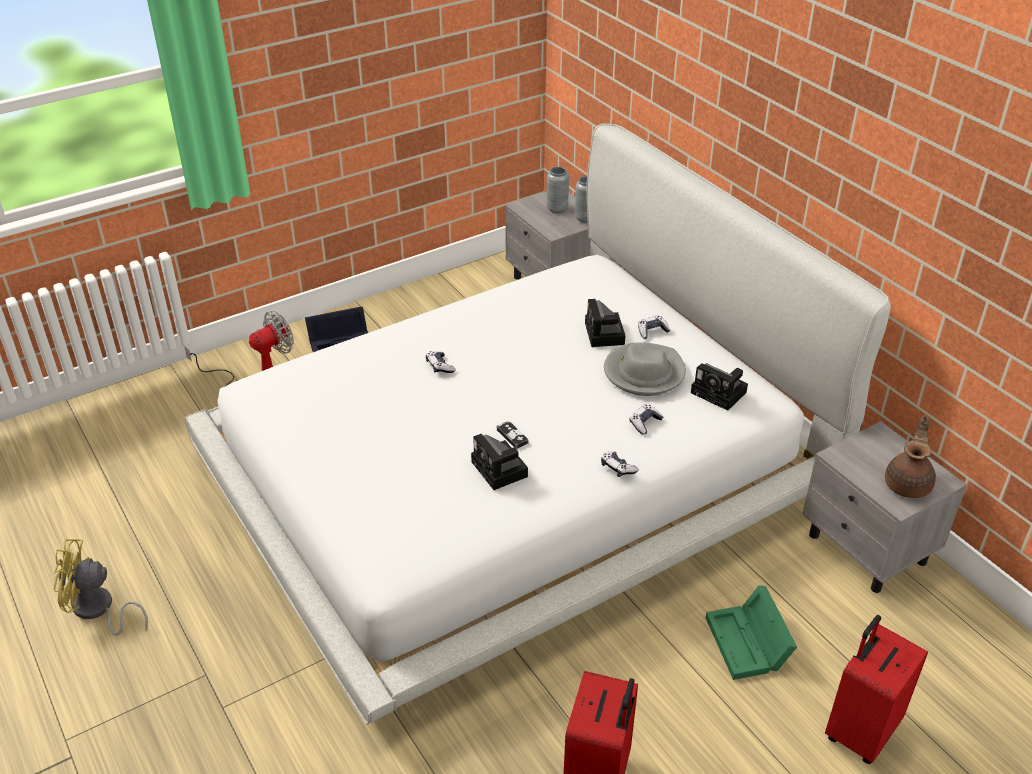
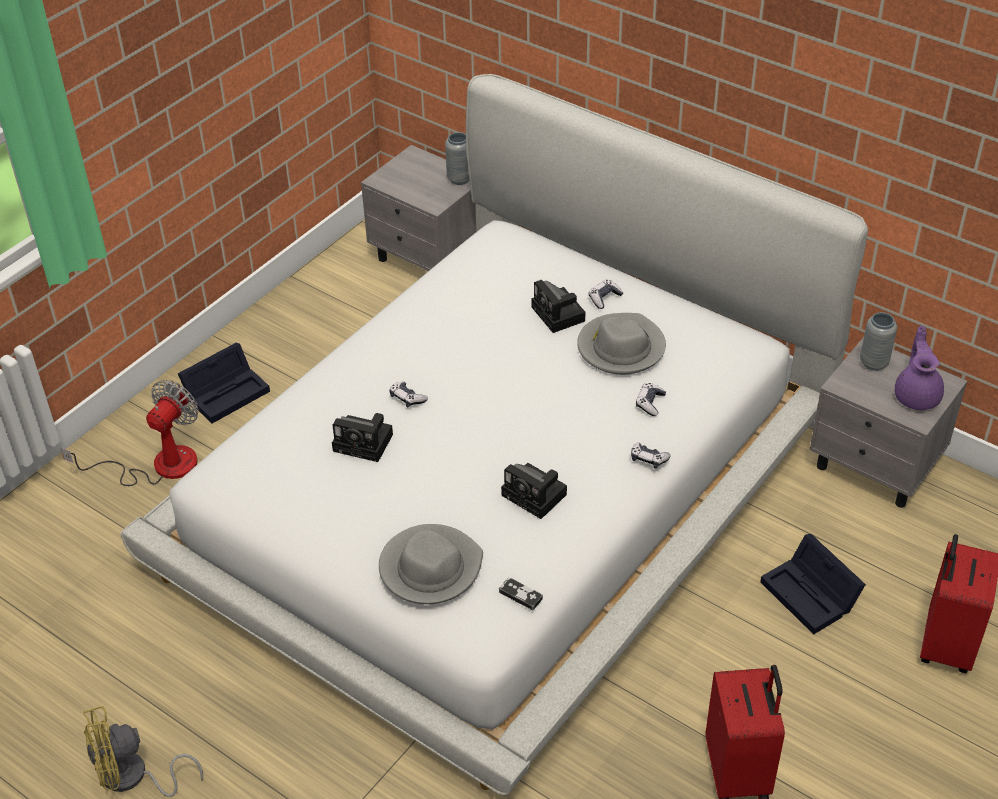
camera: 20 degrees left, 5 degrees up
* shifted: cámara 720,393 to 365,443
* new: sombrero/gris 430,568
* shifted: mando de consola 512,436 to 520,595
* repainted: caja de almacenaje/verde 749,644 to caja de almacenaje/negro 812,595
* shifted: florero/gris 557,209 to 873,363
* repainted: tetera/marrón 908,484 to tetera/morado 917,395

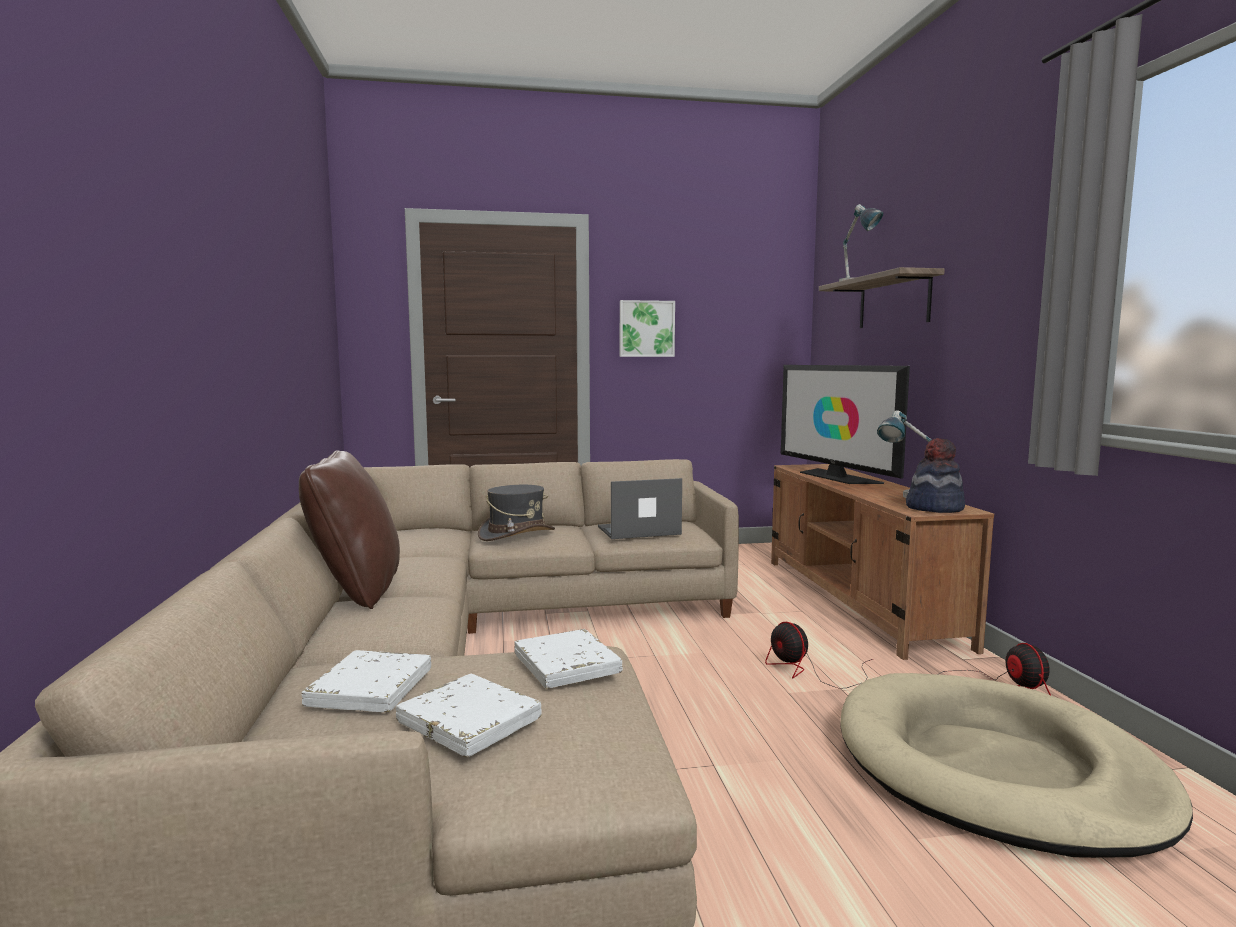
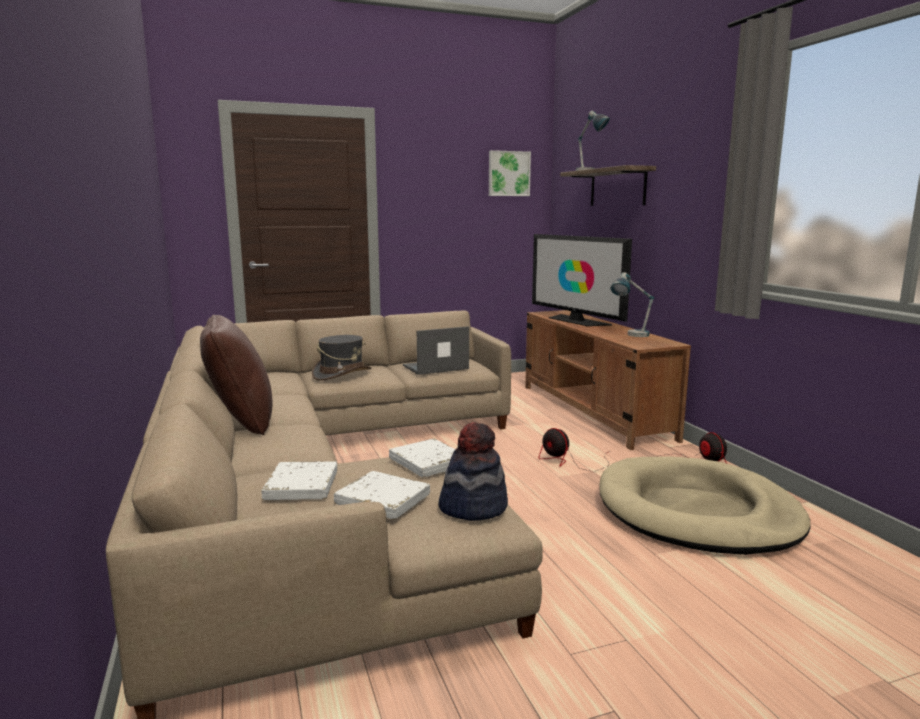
camera: 10 degrees left, 5 degrees up
* shifted: sombrero 934,508 to 473,507
* shifted: cuadro 646,329 to 508,173

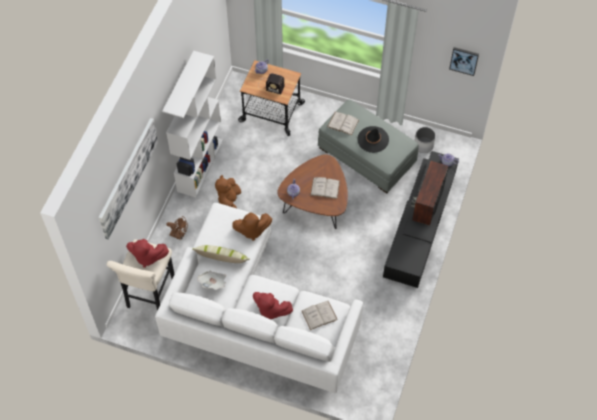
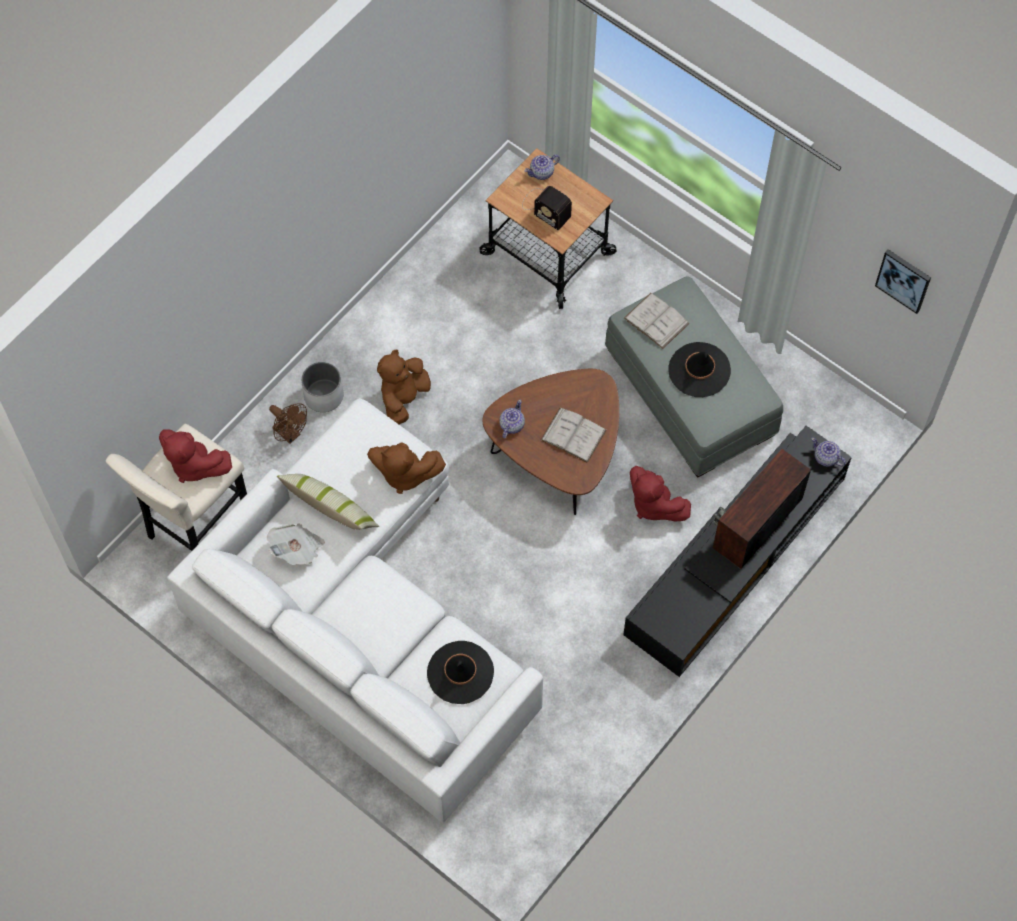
camera: 20 degrees right, 5 degrees up
* shifted: maceta/blanco 423,145 to 323,396
* swapped: libro/blanco 319,315 to sombrero/negro 460,672
* shifted: peluche/rojo 270,310 to 653,504
* gone: cuadro 128,177
* gone: estantería/blanco 200,165

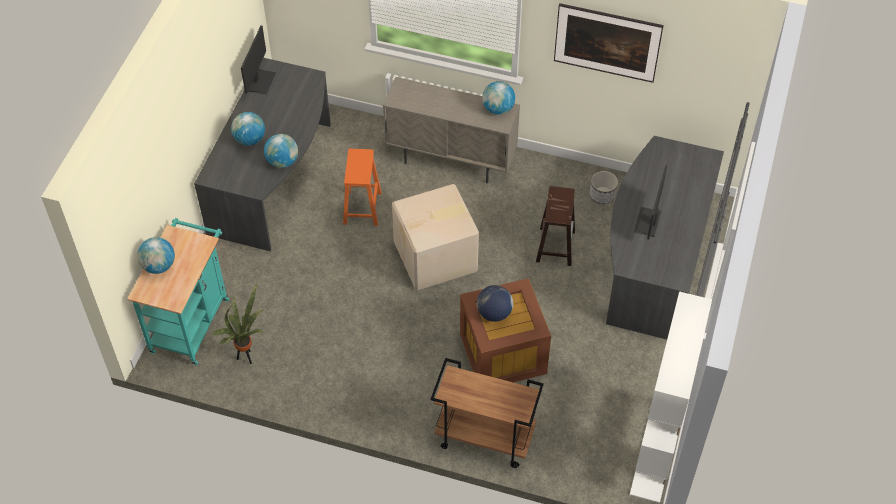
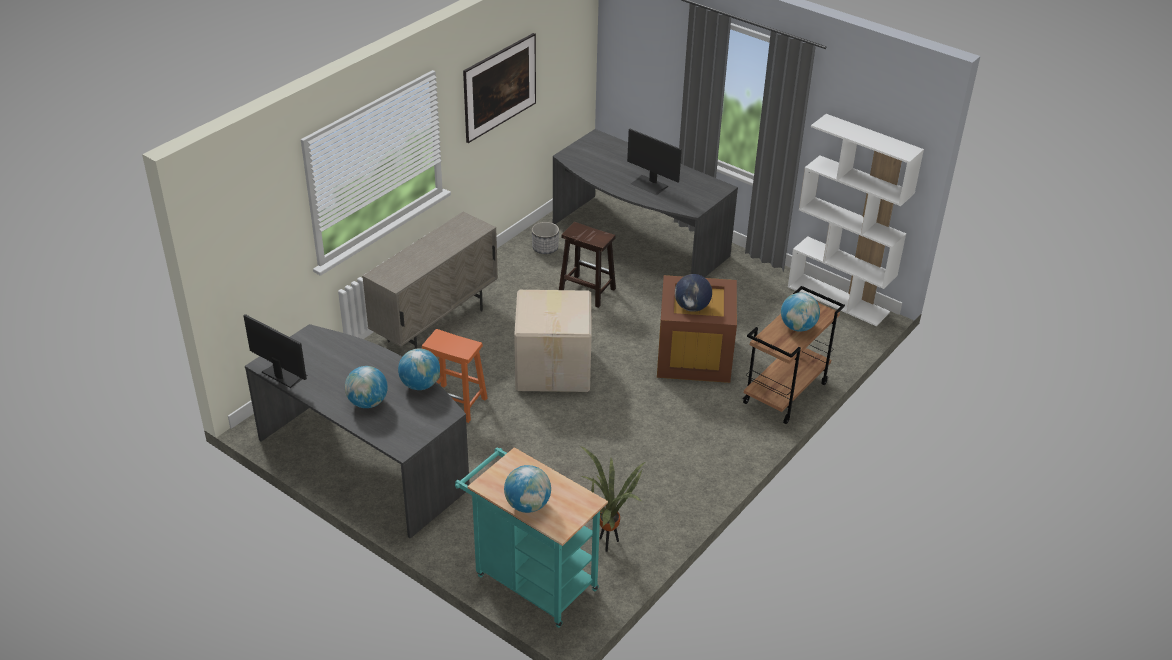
camera: 70 degrees left, 15 degrees down
* shifted: globo terráqueo 498,109 to 798,327

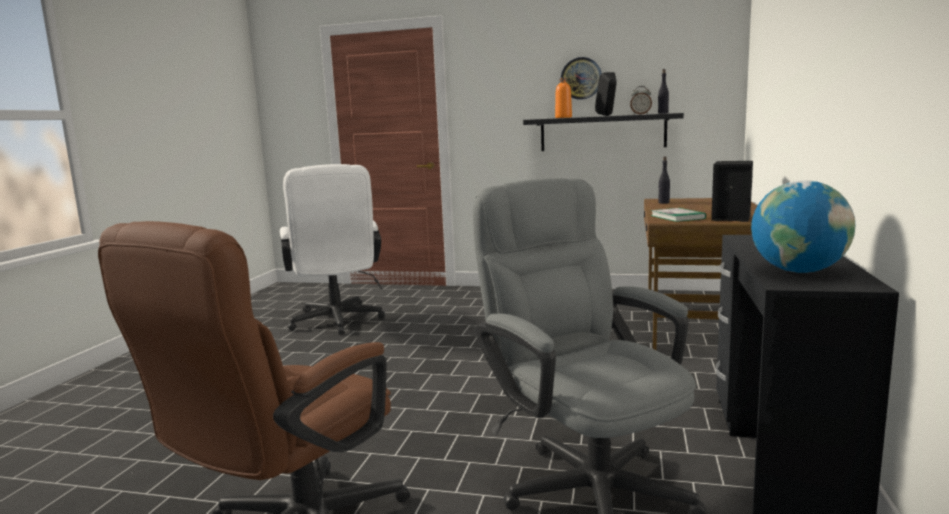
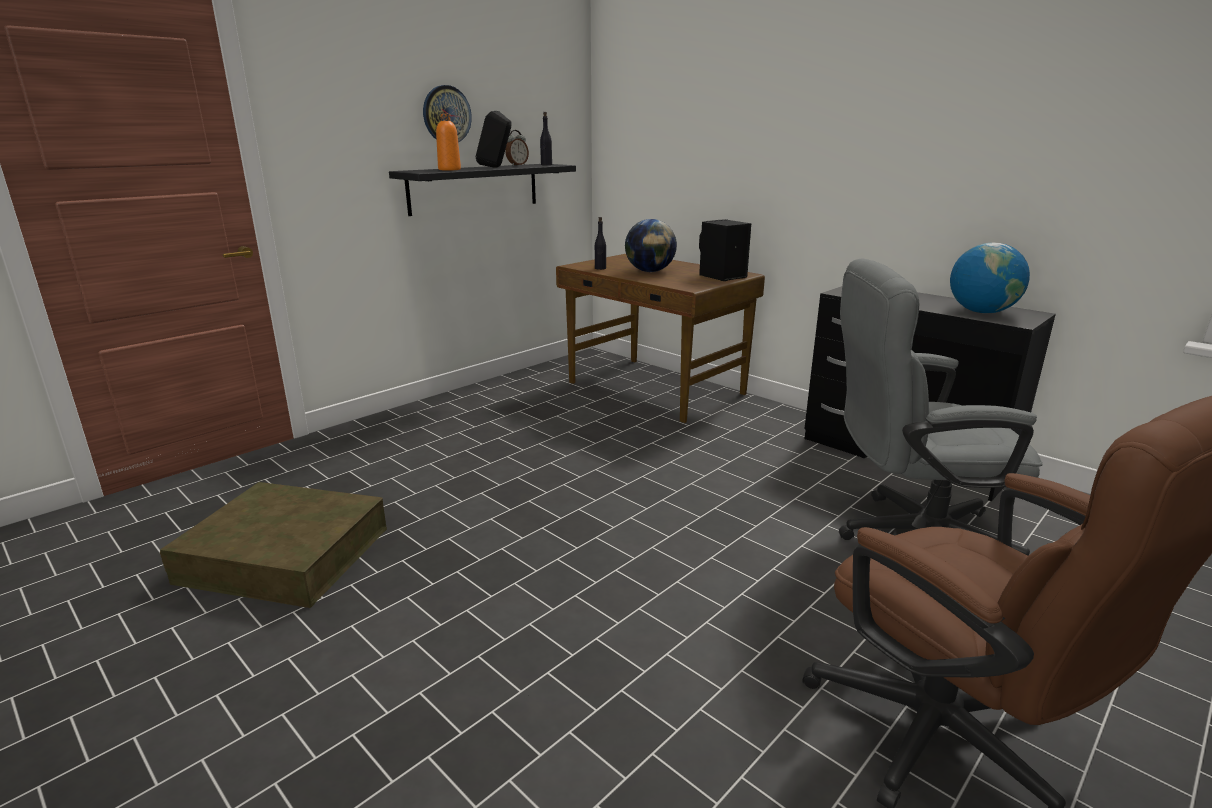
camera: 60 degrees left, 10 degrees up
* swapped: silla de oficina/blanco 337,322 to caja de almacenaje/marrón 285,555
* new: globo terráqueo 650,271
* gone: libro 677,217

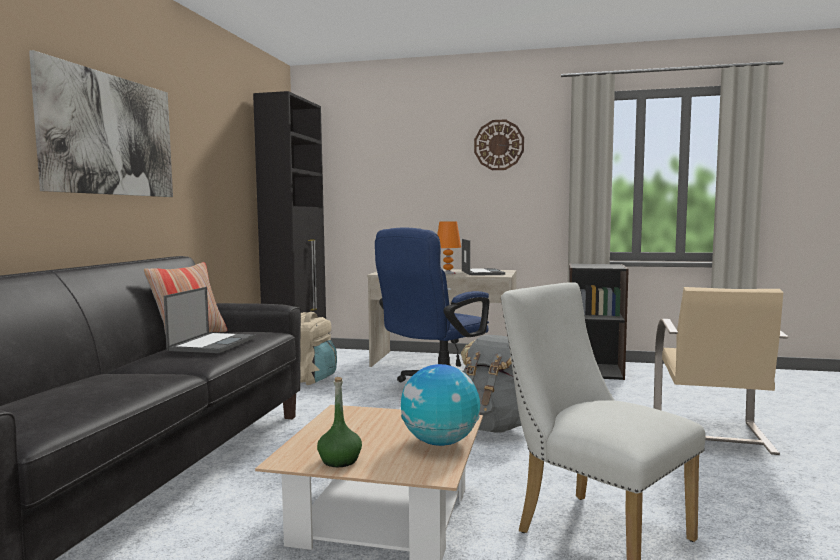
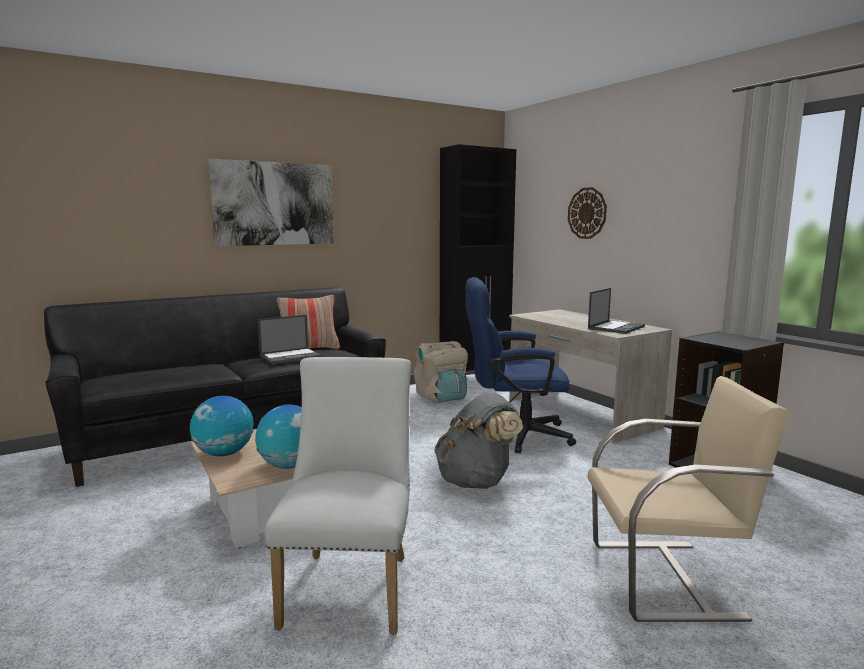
camera: 45 degrees right, 5 degrees up
* swapped: botella/verde 340,460 to globo terráqueo 224,454
* shifted: reloj de pared 499,145 to 587,213
* rotated: silla/beis 710,434 = 667,579 150 degrees counterclockwise
* gone: lámpara de mesa/naranja 448,273

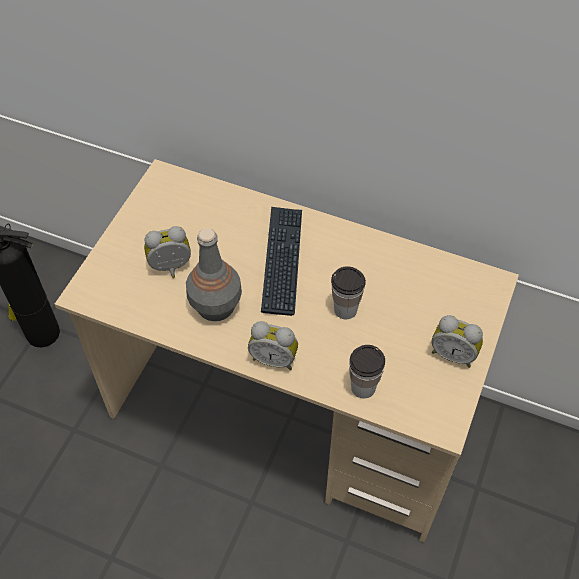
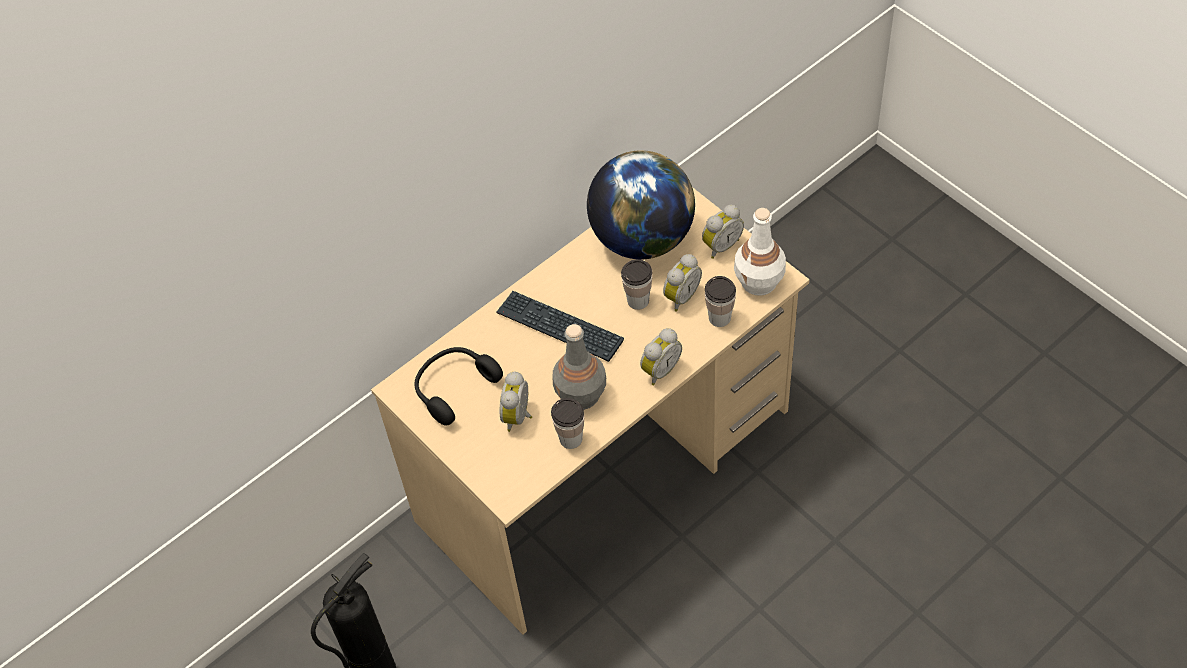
camera: 60 degrees left, 0 degrees up
* new: auriculares/negro 454,387
* new: taza 570,439
* new: globo terráqueo 642,238
* new: despertador 680,296
* new: botella/blanco 759,281

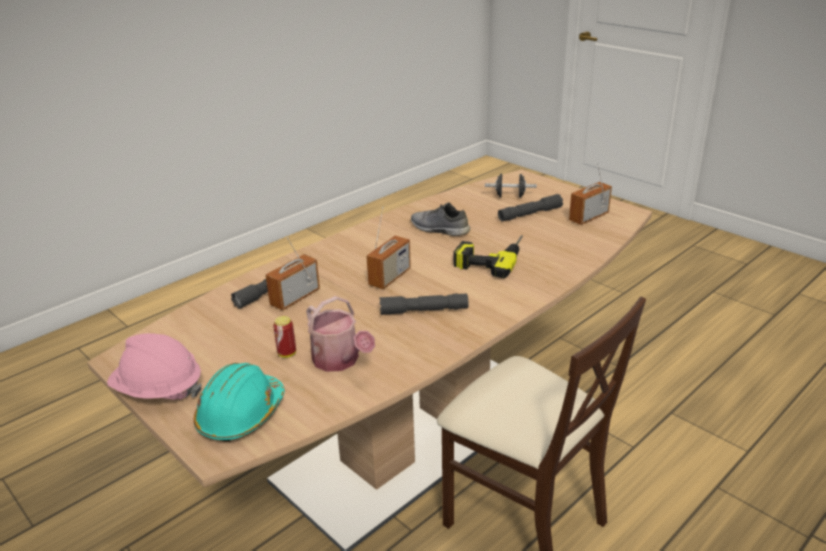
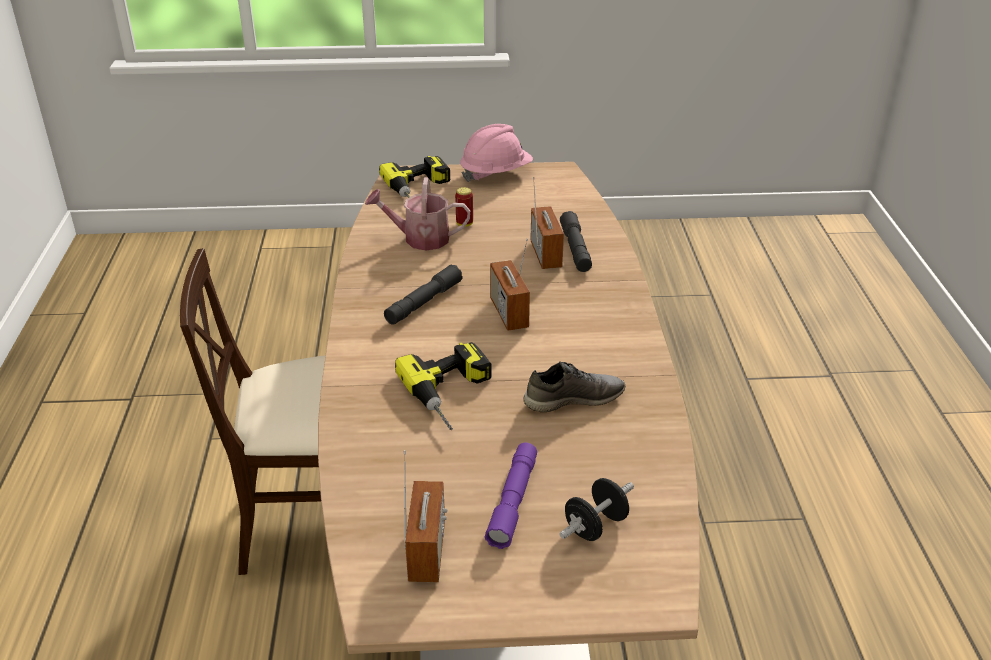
camera: 130 degrees right, 5 degrees up
* swapped: casco/turquesa 241,415 to taladro 421,189
* repainted: linterna/gris 530,214 to linterna/morado 513,501

